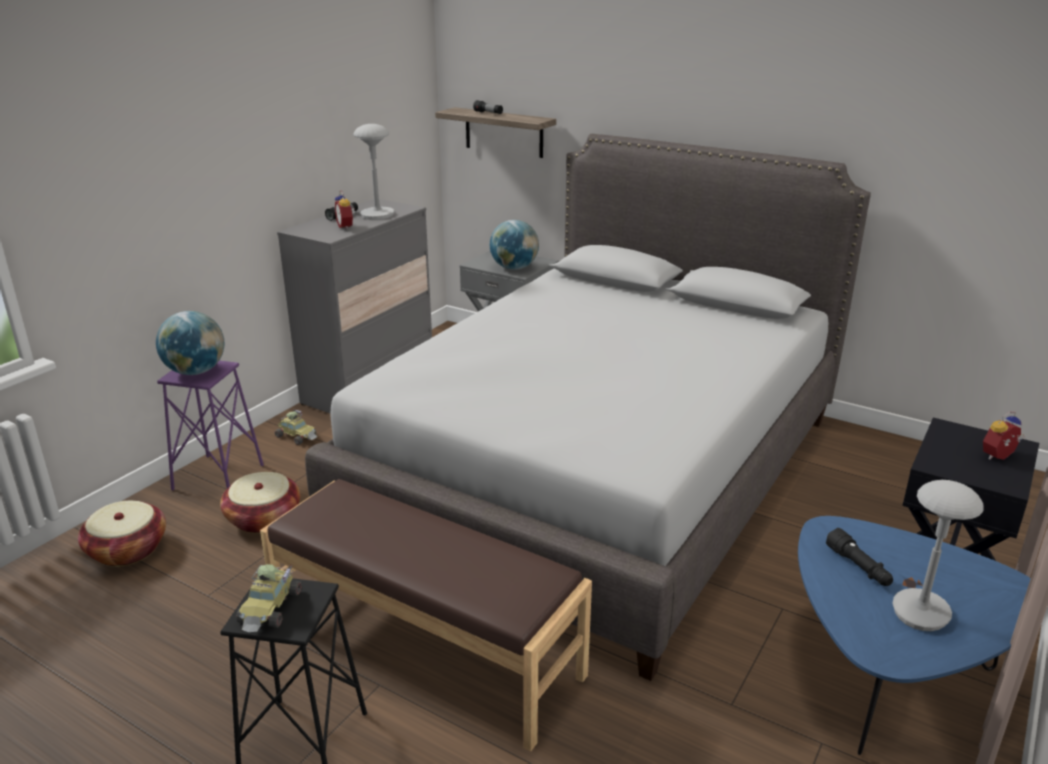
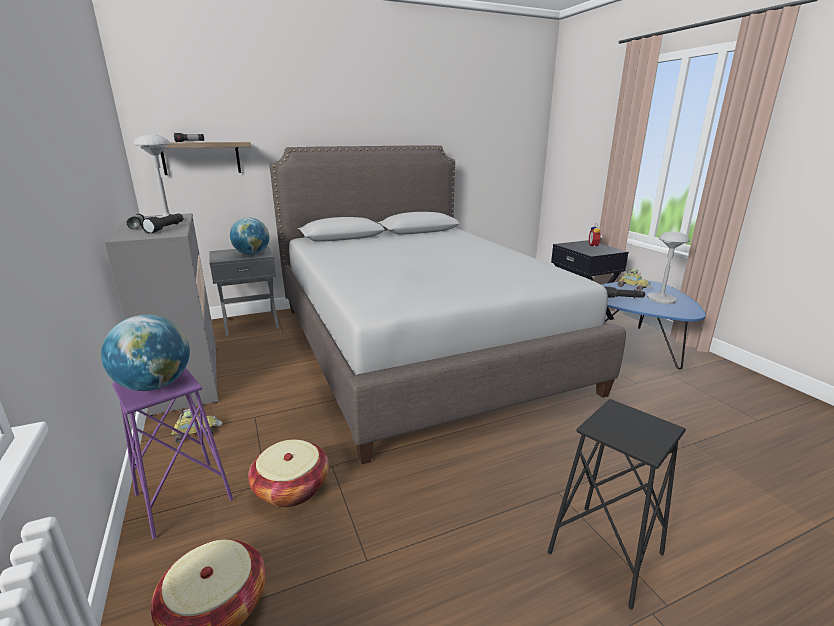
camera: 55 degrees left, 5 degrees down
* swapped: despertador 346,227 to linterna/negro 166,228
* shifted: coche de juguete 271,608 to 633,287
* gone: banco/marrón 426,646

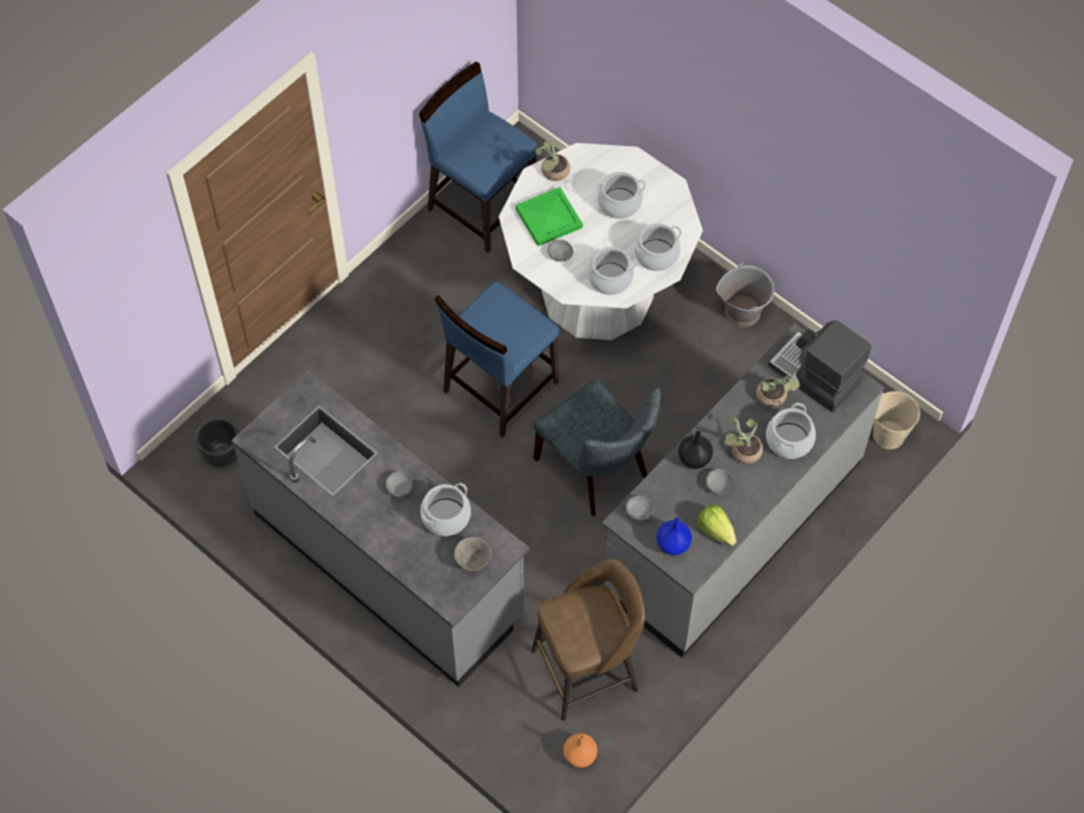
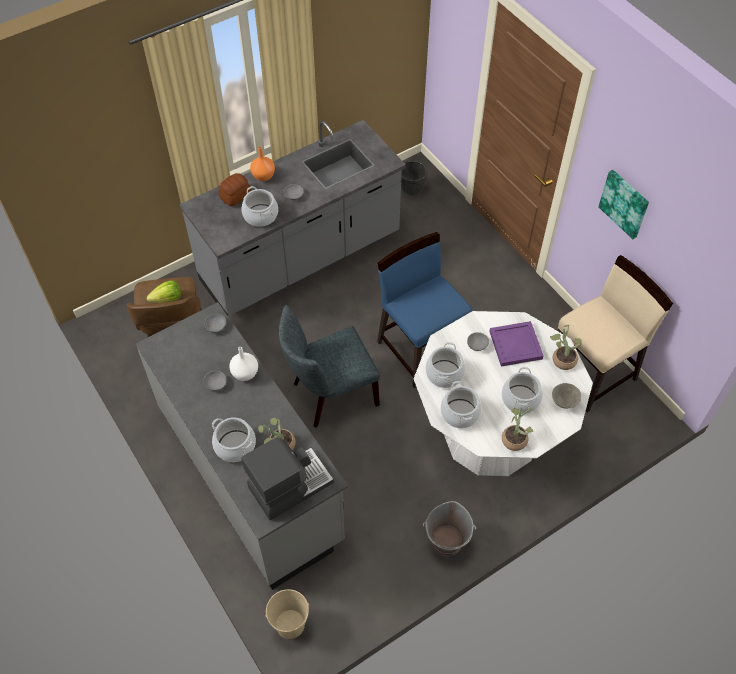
camera: 105 degrees right, 5 degrees down
* shifted: lechuga 716,530 to 167,299
* new: pan 235,196
* repainted: florero/negro 694,459 to florero/blanco 245,373
* shifted: florero/naranja 579,756 to 263,176
* repainted: bandeja/verde 548,219 to bandeja/morado 514,344
* shifted: planta en maceta 742,451 to 515,437
* shifted: cuenco/gris 472,561 to 563,402
* repainted: silla/azul 482,206 to silla/beis 592,373
* new: cuadro 625,203
* gone: florero/azul 673,545

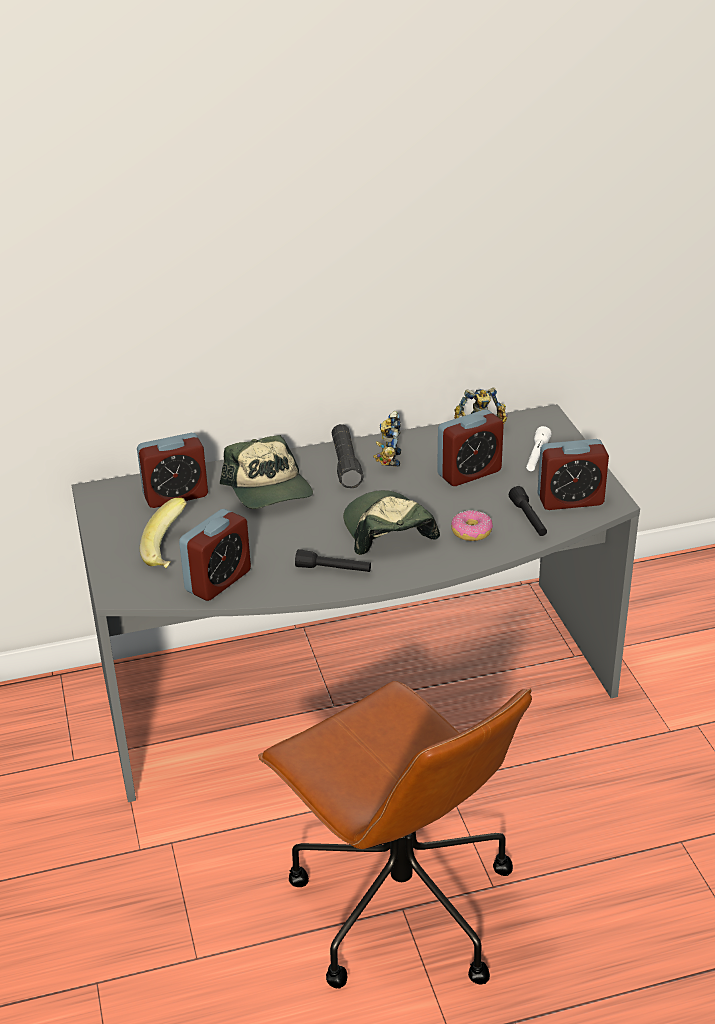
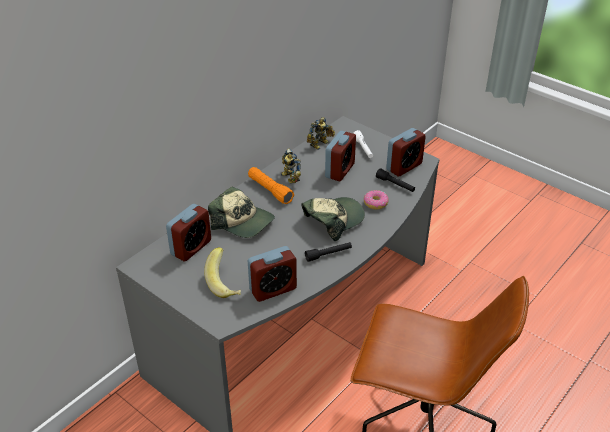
camera: 35 degrees left, 5 degrees up
* repainted: linterna/negro 346,465 to linterna/naranja 270,190
* rotated: despertador 218,581 = 273,289 60 degrees clockwise
* rotated: gorra 387,531 = 333,220 105 degrees clockwise

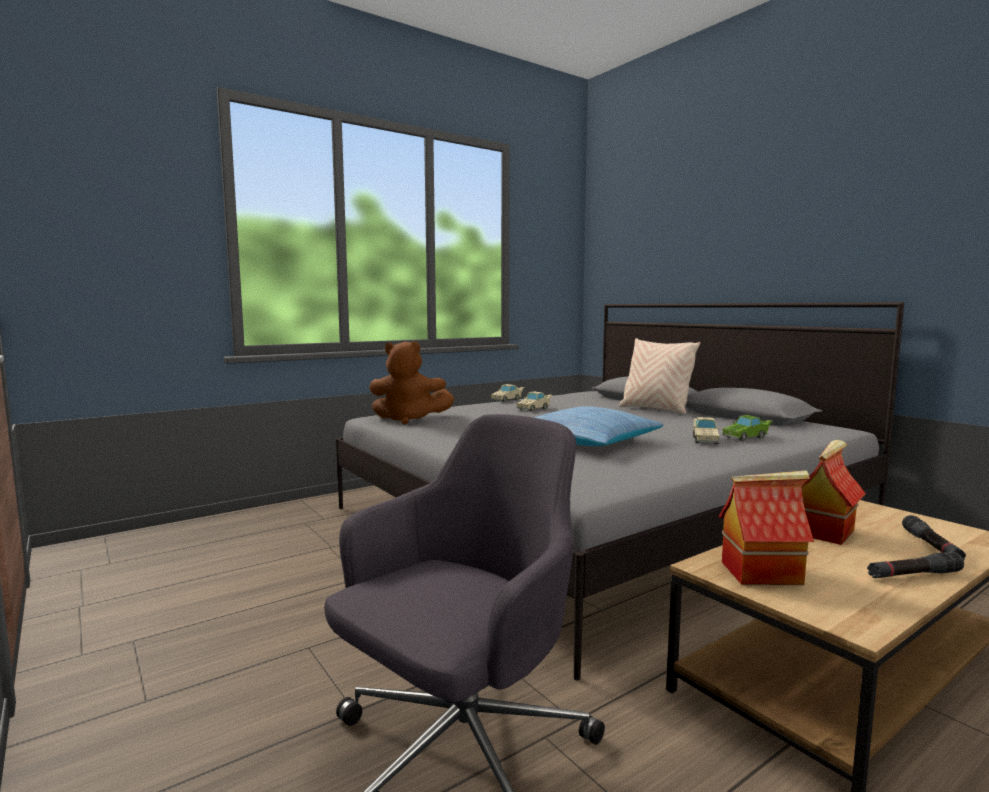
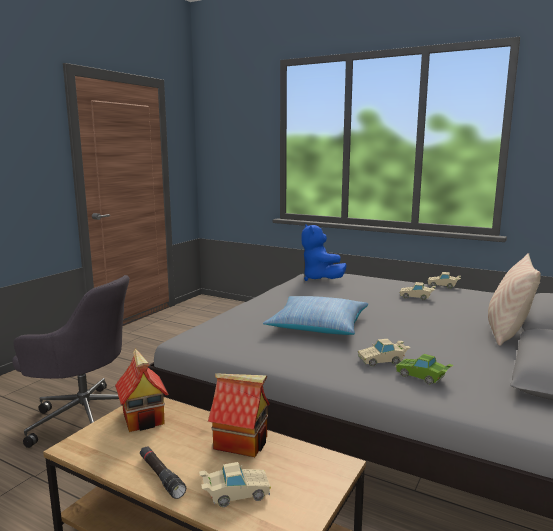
camera: 65 degrees right, 5 degrees up
* swapped: linterna/negro 931,546 to coche de juguete/beis 235,494
* repainted: peluche/marrón 409,420 to peluche/azul 320,279

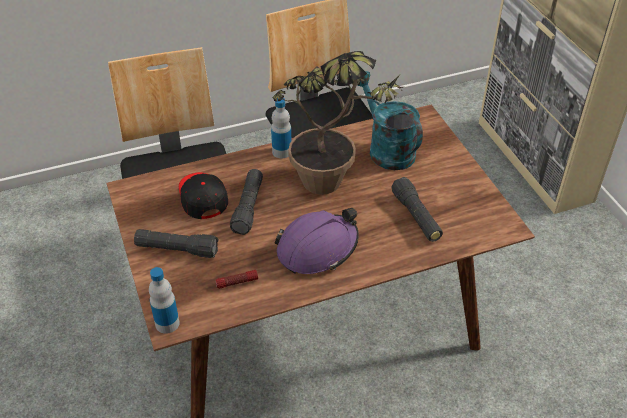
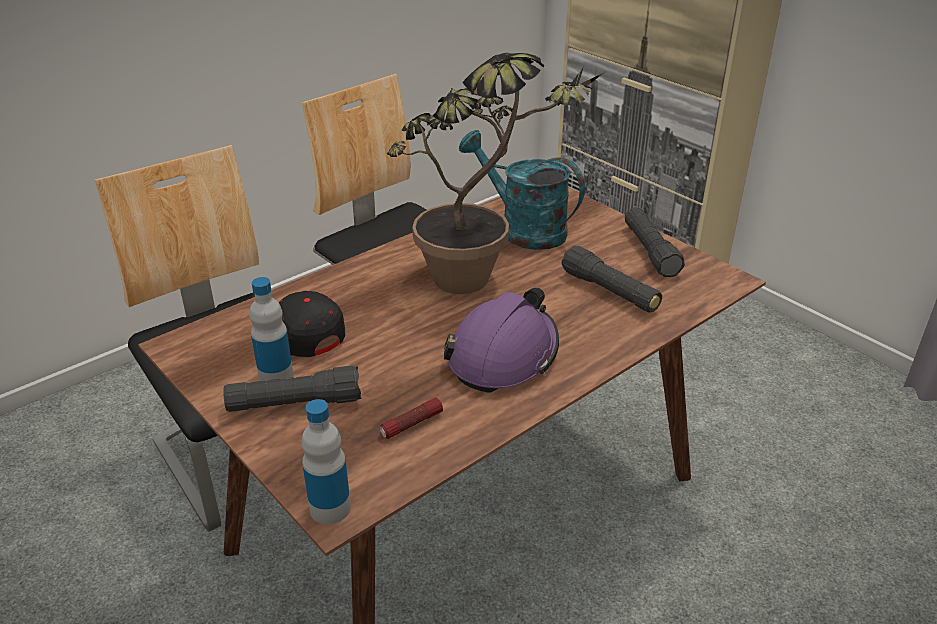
camera: 20 degrees left, 10 degrees down
* shifted: botella 282,151 to 276,376
* shifted: linterna/negro 248,207 to 650,251

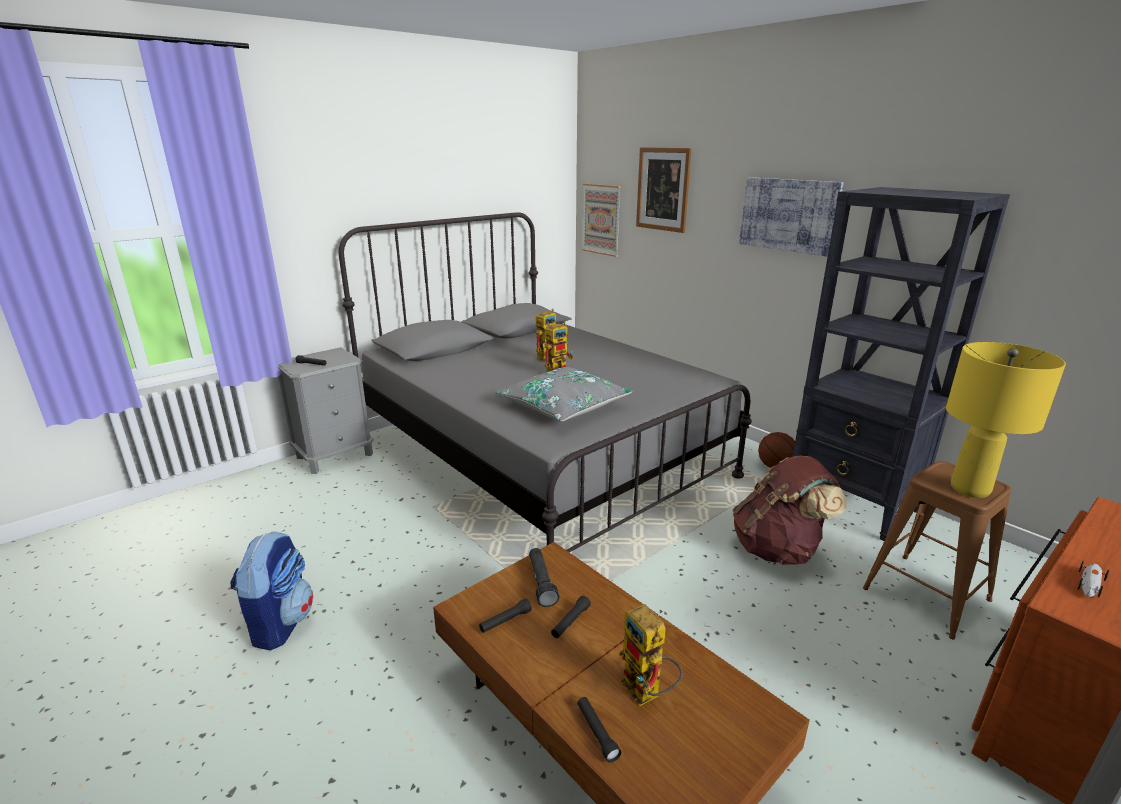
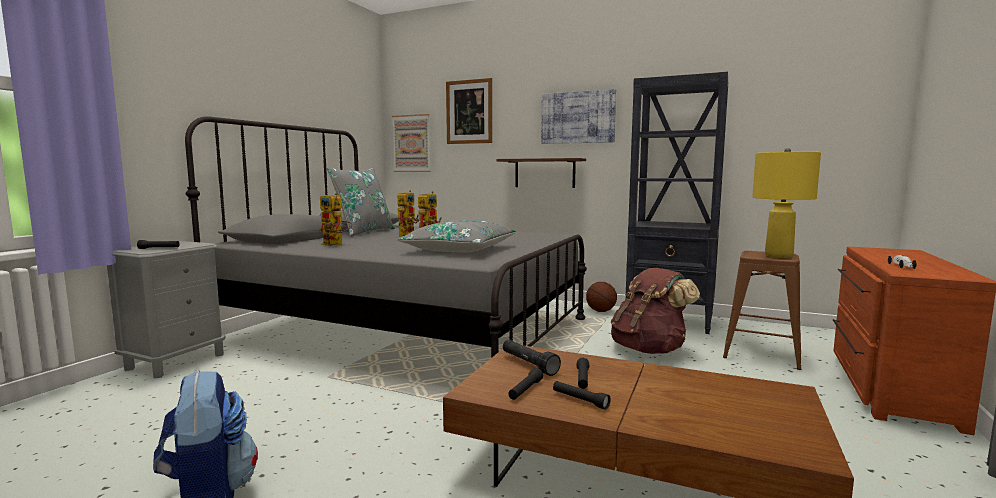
camera: 25 degrees left, 15 degrees down
* shifted: robot de juguete 647,694 to 336,244
* new: cojín/gris 364,232
* new: estante 544,173
* shifted: linterna/negro 597,733 to 580,400

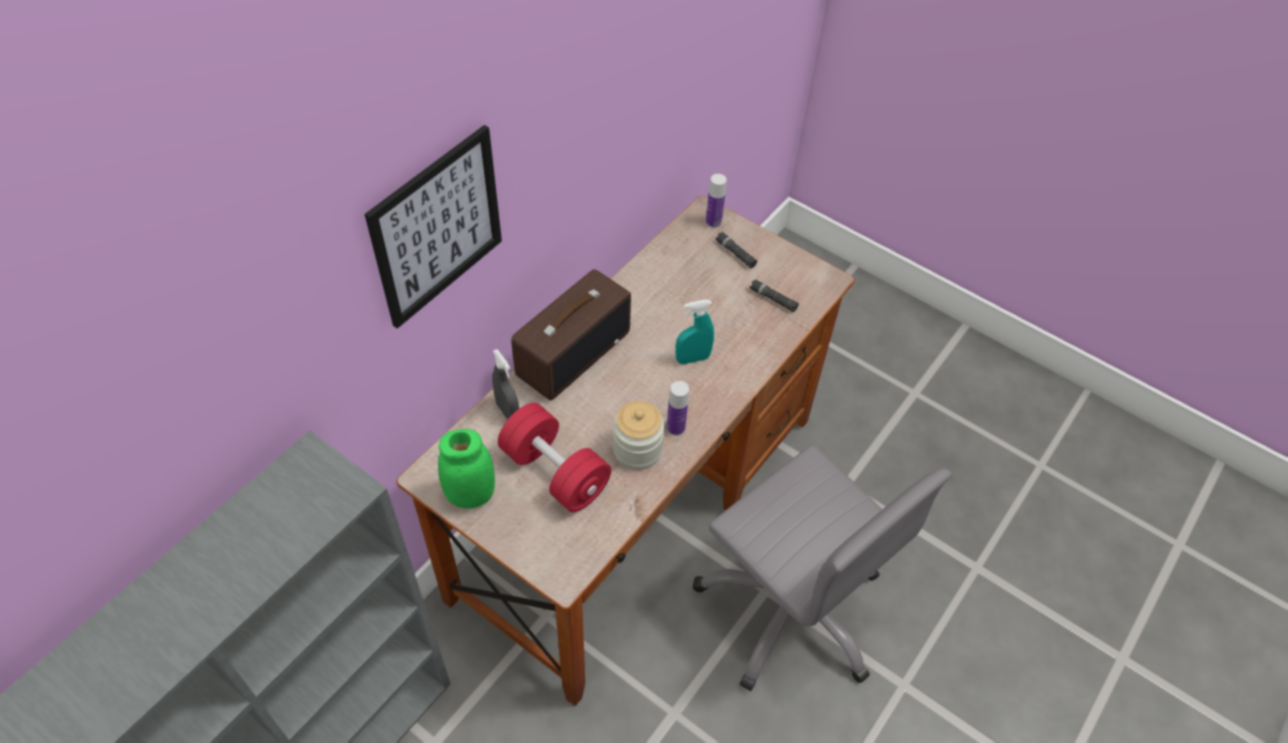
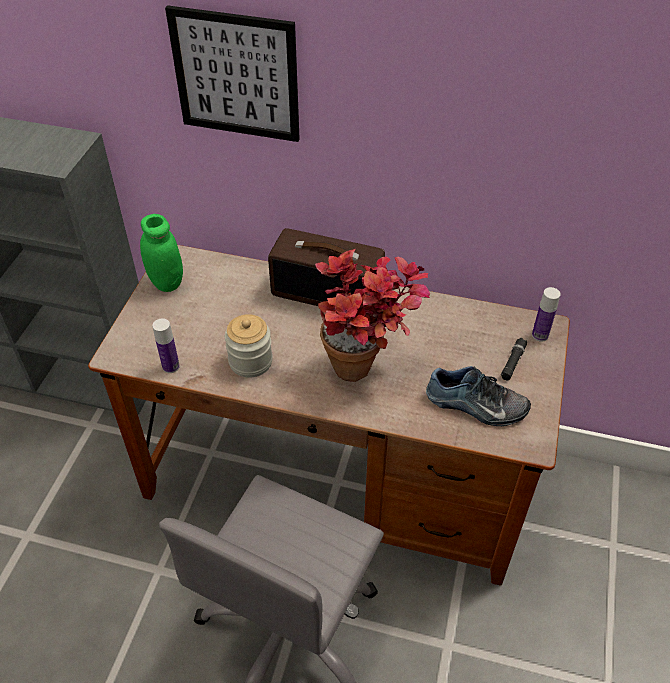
camera: 70 degrees right, 5 degrees down
* shifted: botella 675,428 to 171,366
* swapped: pulverizador/turquesa 692,358 to planta en maceta 366,368
* swapped: linterna/negro 773,299 to zapato 475,406
* gone: pulverizador/gris 507,411
* gone: mancuerna/rojo 555,472

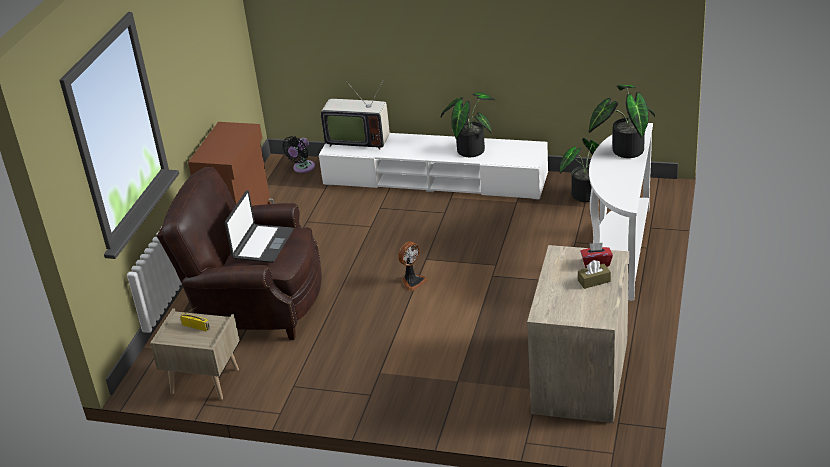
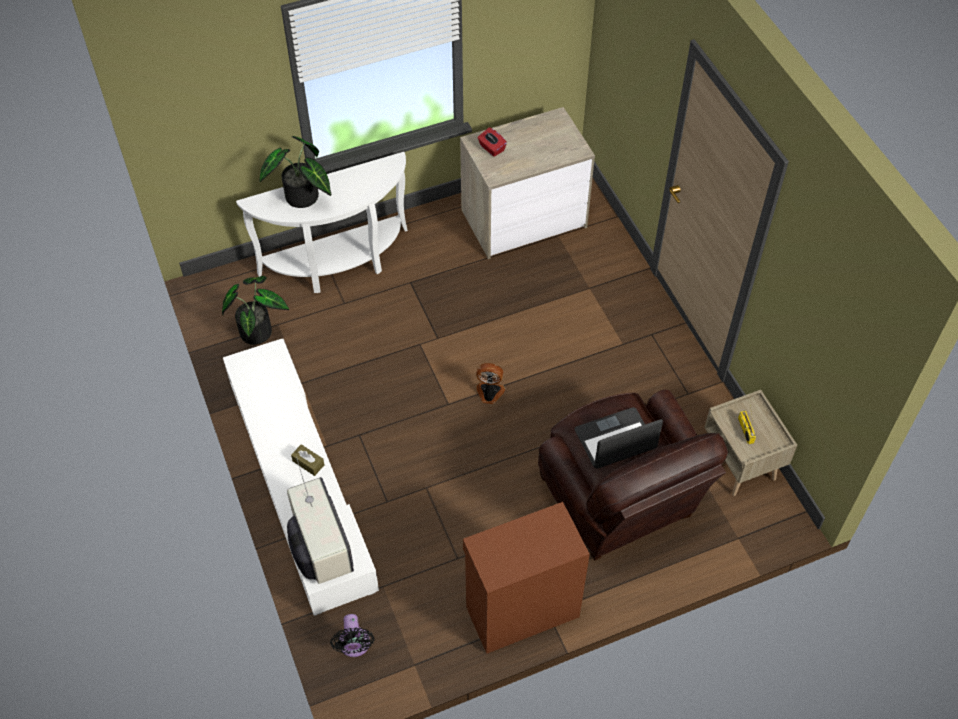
camera: 130 degrees left, 20 degrees up
* shifted: caja de pañuelos/marrón 594,281 to 308,463
* rotated: ventilador/negro 302,168 = 354,646 90 degrees clockwise
* gone: planta en maceta 469,149

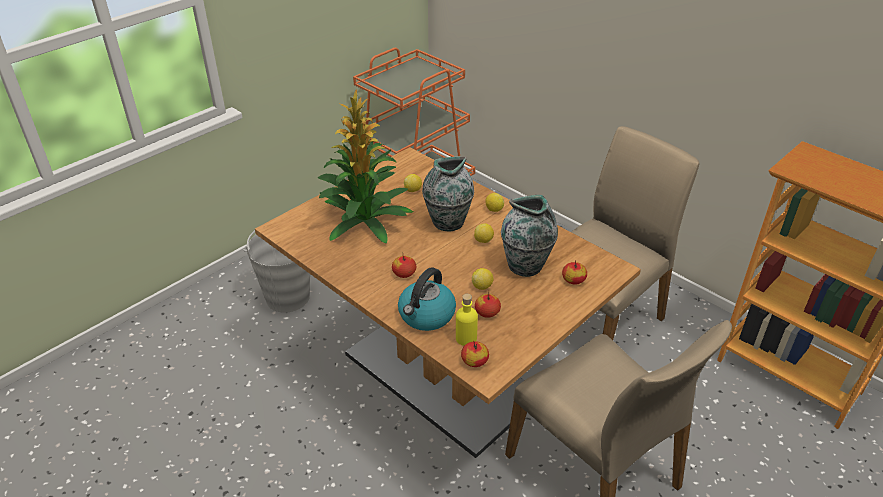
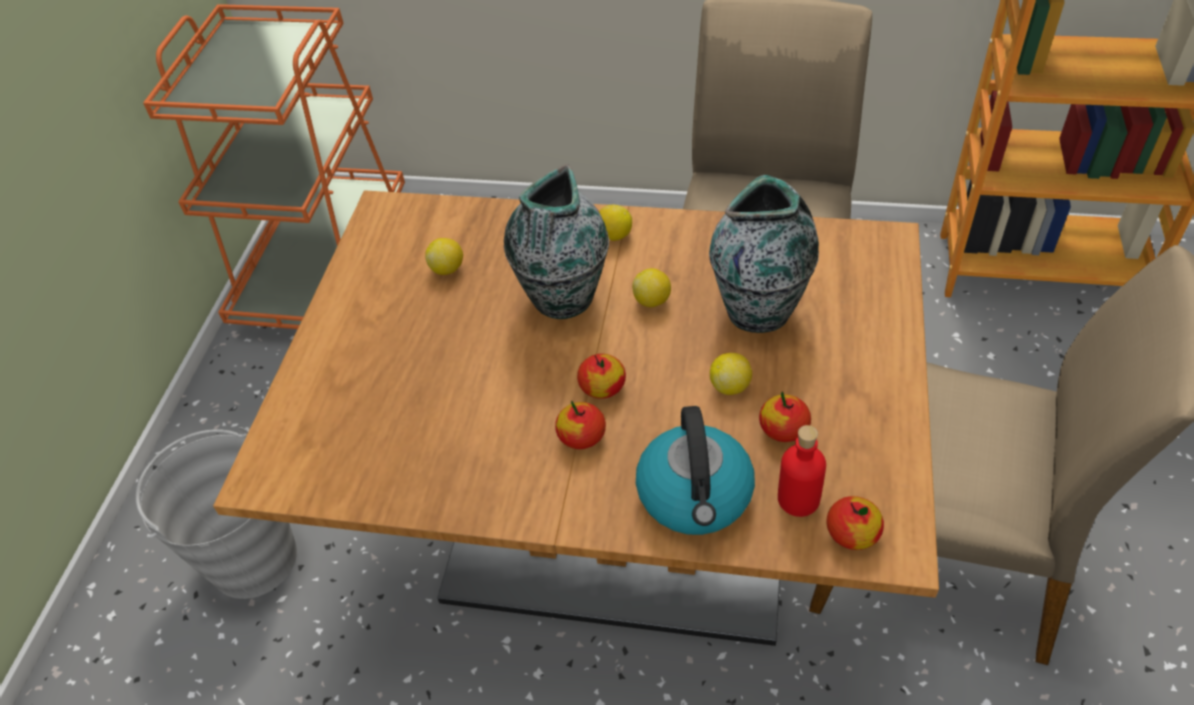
camera: 30 degrees left, 10 degrees up
* shifted: manzana 573,280 to 602,387
* repainted: botella/amarillo 466,338 to botella/rojo 798,499
* gone: planta en maceta 365,221

